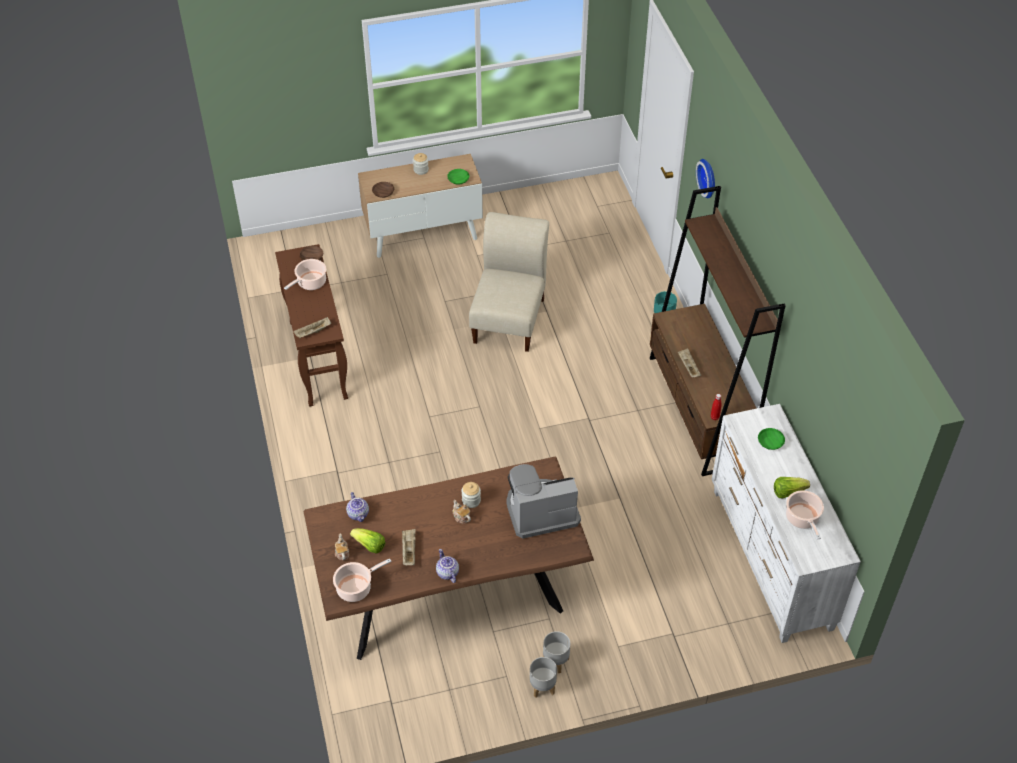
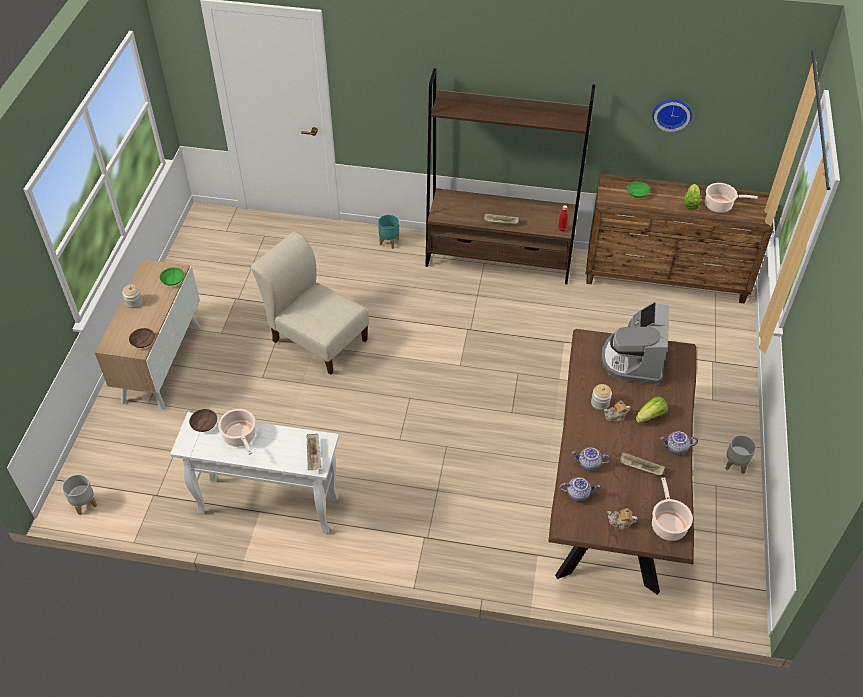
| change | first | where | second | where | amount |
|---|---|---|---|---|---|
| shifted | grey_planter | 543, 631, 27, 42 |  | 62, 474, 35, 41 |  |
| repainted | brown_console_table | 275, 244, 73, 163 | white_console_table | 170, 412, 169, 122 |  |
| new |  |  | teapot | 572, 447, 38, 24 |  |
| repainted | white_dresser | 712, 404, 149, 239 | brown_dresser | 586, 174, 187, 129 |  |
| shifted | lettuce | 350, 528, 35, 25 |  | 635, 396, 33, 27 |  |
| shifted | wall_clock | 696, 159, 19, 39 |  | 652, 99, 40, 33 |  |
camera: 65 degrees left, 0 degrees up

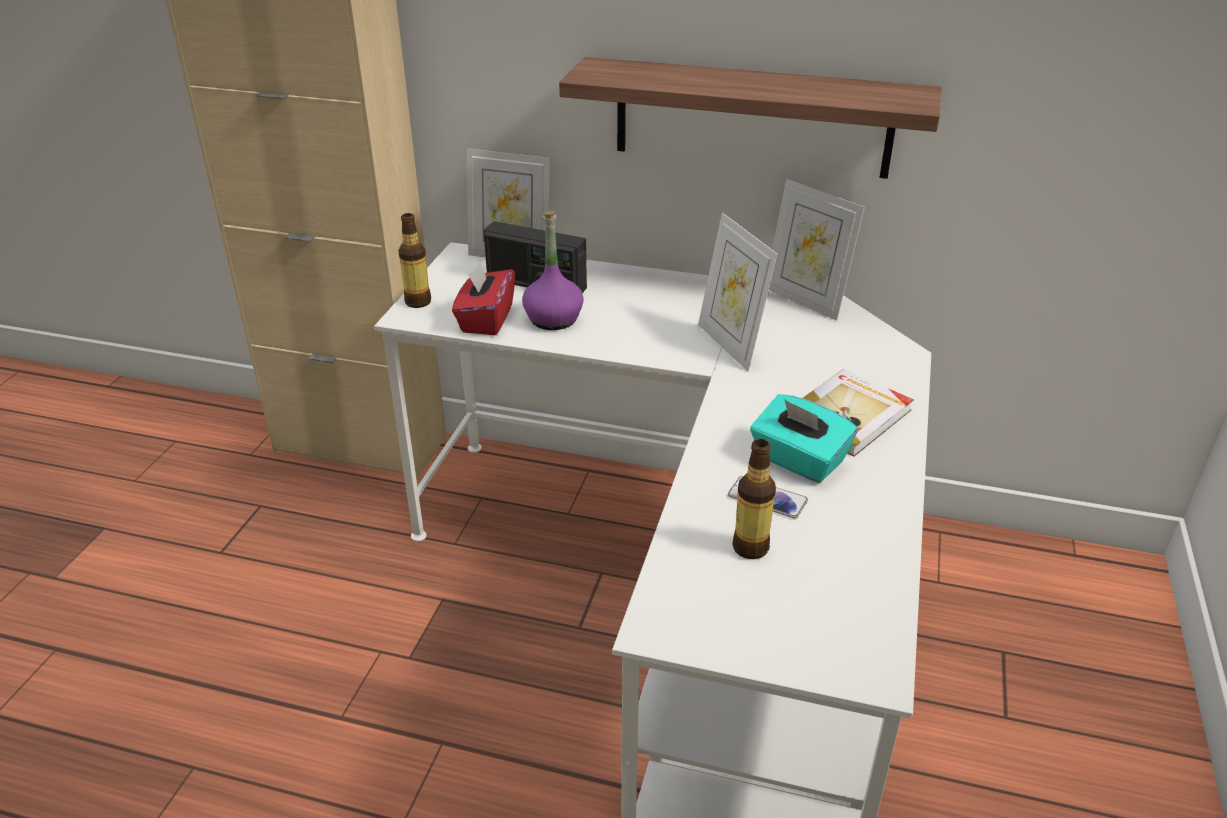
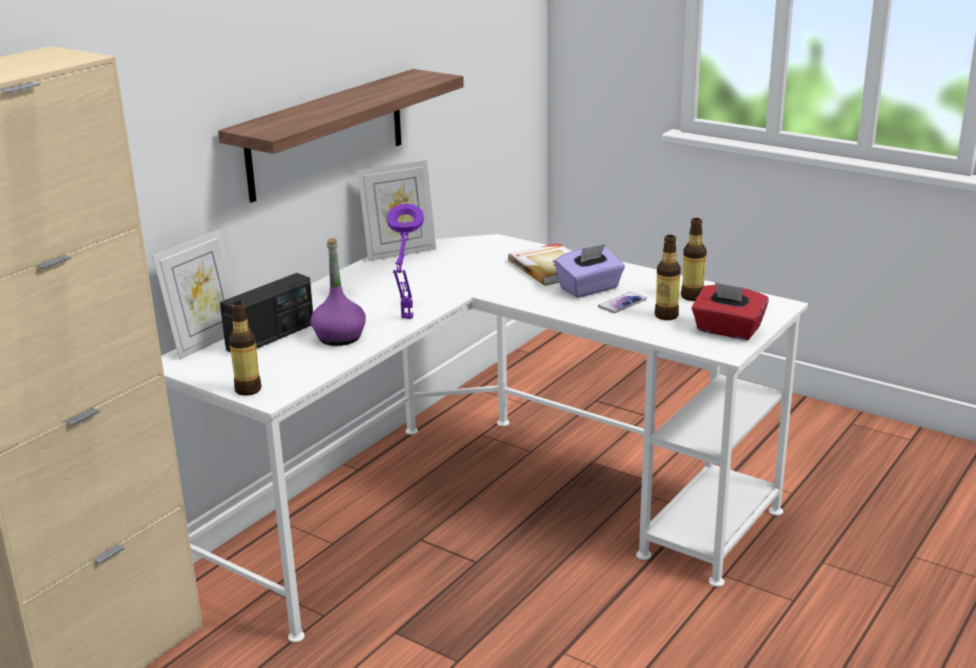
| change | first | where | second | where | amount |
|---|---|---|---|---|---|
| new |  |  | purple_table_lamp | 387, 204, 37, 115 |  |
| repainted | turquoise_tissue_box | 750, 394, 107, 89 | purple_tissue_box | 554, 244, 71, 54 |  |
| new |  |  | bottle | 681, 218, 26, 83 |  |
| shifted | red_tissue_box | 452, 261, 63, 74 |  | 692, 282, 77, 58 |  |
| gone | picture_frame | 698, 213, 79, 158 |  |  |  |
camera: 70 degrees left, 10 degrees down

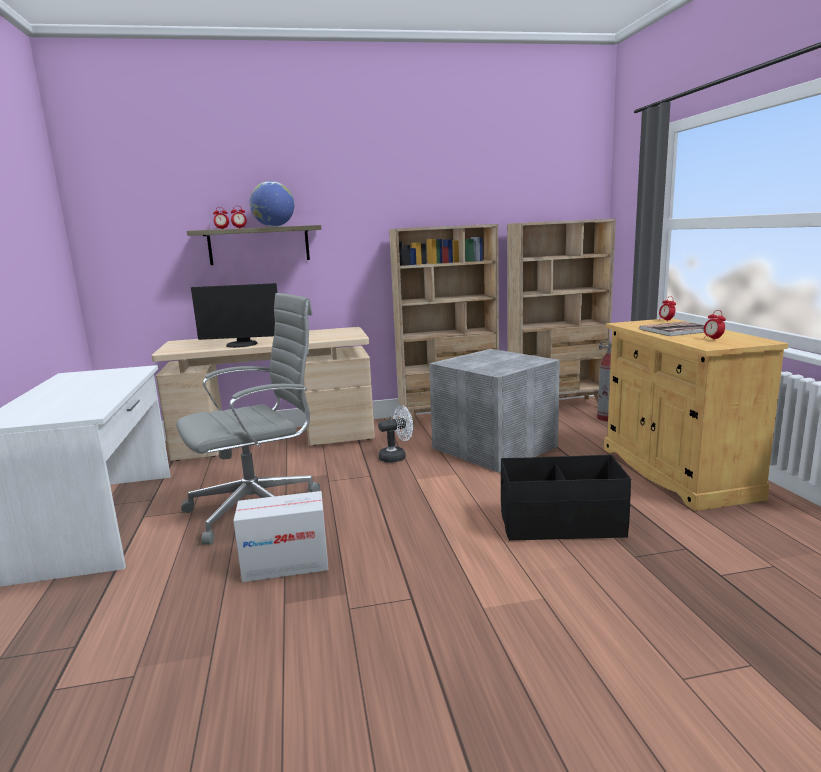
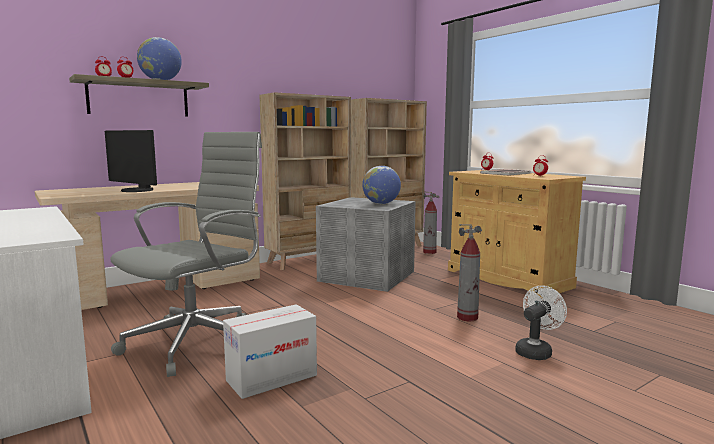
| change | first | where | second | where | amount |
|---|---|---|---|---|---|
| rotated | monitor | 191, 283, 86, 65 |  | 105, 130, 52, 62 | 60 degrees clockwise |
| new |  |  | globe | 362, 166, 39, 38 |  |
| swapped | black_storage_box | 501, 455, 130, 86 | fire_extinguisher | 457, 224, 25, 97 |  |
| shifted | white_fan | 378, 405, 35, 58 |  | 515, 286, 52, 74 |  |
camera: 25 degrees left, 5 degrees down

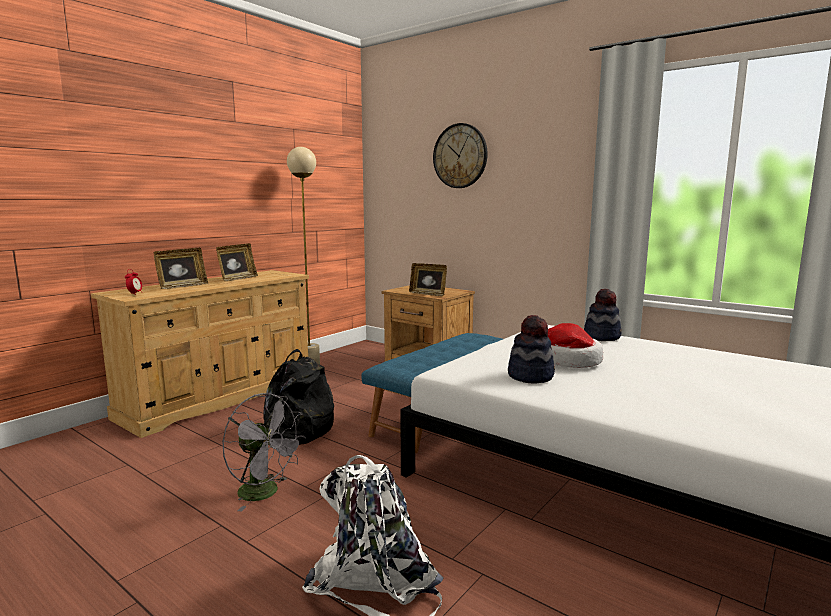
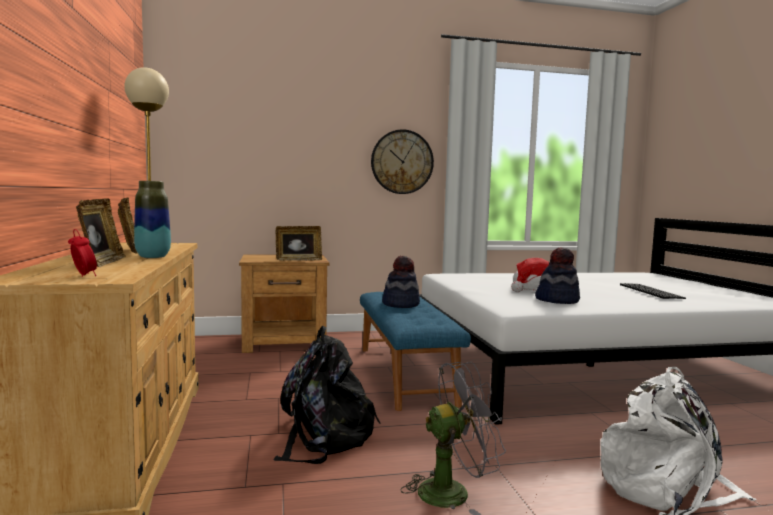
| change | first | where | second | where | amount |
|---|---|---|---|---|---|
| new |  |  | vase | 134, 181, 37, 77 |  |
| shifted | wall_clock | 433, 123, 55, 65 |  | 371, 129, 63, 65 |  |
| shifted | hat | 584, 288, 38, 53 |  | 382, 256, 38, 52 |  |
| new |  |  | keyboard | 620, 283, 66, 16 |  |
camera: 50 degrees left, 5 degrees down

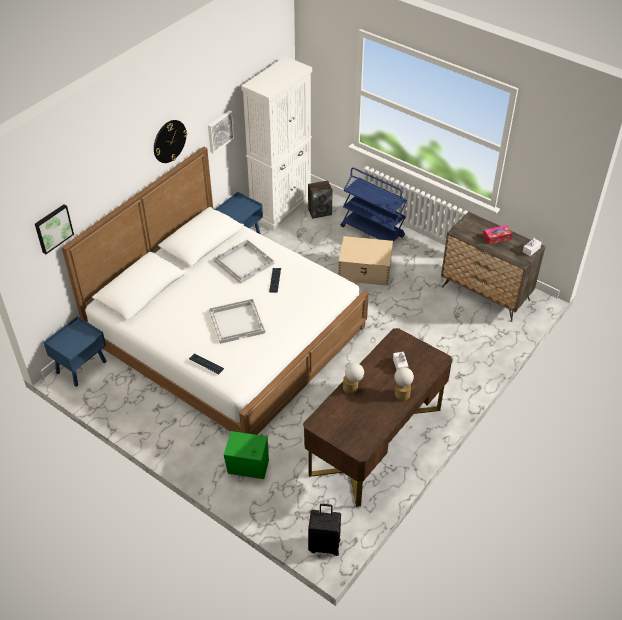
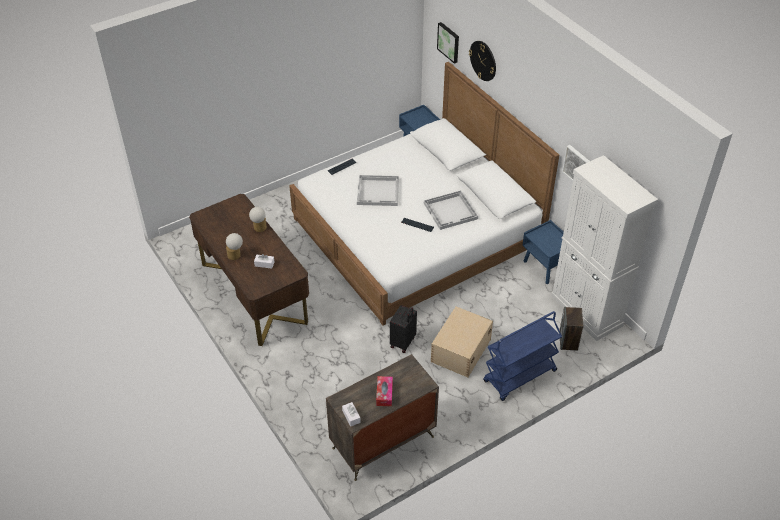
| change | first | where | second | where | amount |
|---|---|---|---|---|---|
| shifted | black_suitcase | 308, 504, 33, 52 |  | 390, 305, 27, 48 |  |
| shifted | wall_clock | 154, 120, 33, 43 |  | 469, 41, 27, 40 |  |
| gone | green_speaker | 224, 430, 45, 49 |  |  |  |
camera: 110 degrees right, 0 degrees up

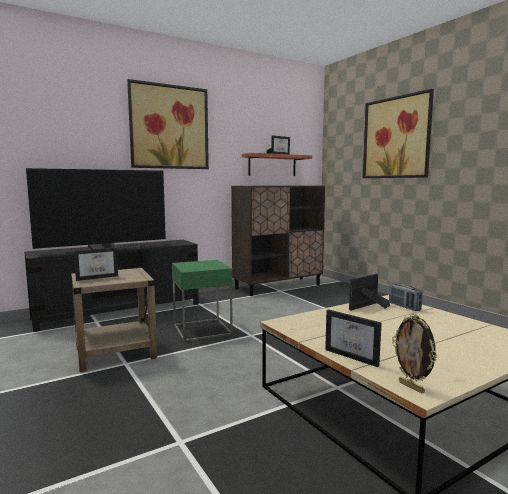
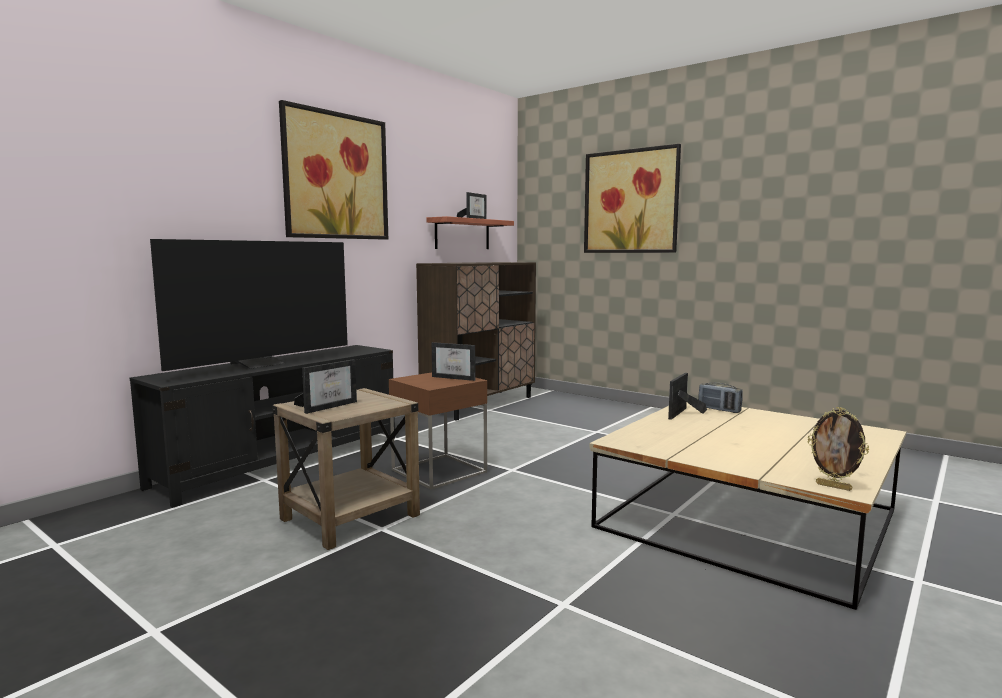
| change | first | where | second | where | amount |
|---|---|---|---|---|---|
| repainted | green_side_table | 172, 260, 61, 82 | brown_side_table | 389, 372, 98, 117 |  |
| shifted | picture_frame | 325, 309, 57, 58 |  | 432, 342, 44, 39 |  |
camera: 20 degrees left, 0 degrees up

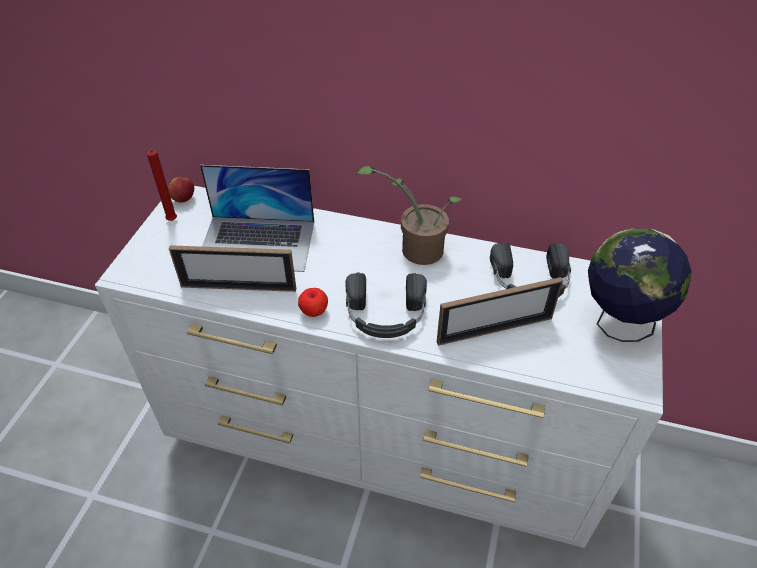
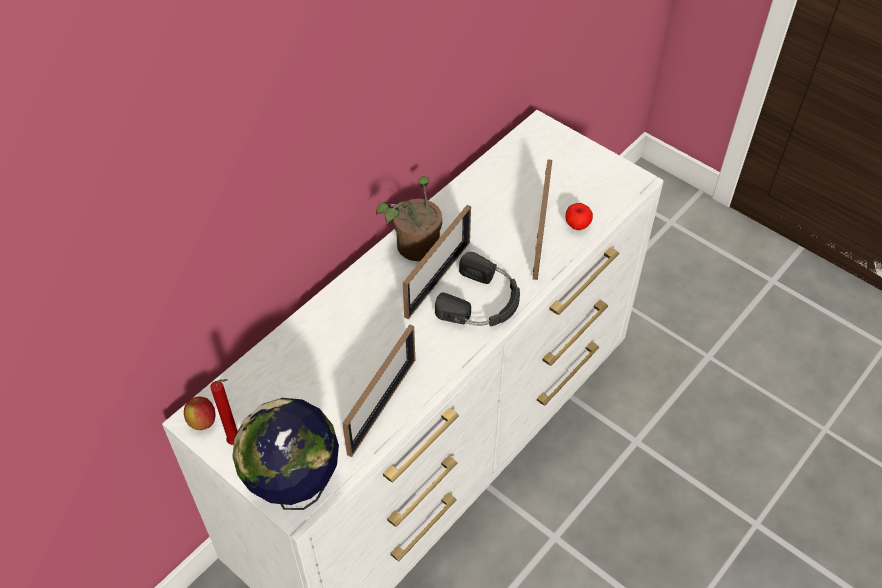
| change | first | where | second | where | amount |
|---|---|---|---|---|---|
| shifted | globe | 588, 228, 104, 114 |  | 232, 398, 107, 112 |  |
| new |  |  | picture_frame | 403, 205, 68, 114 |  |
| shifted | apple | 298, 288, 30, 29 |  | 566, 203, 27, 27 |  |
| gone | laptop | 200, 165, 114, 107 |  |  |  |
| gone | black_headphones | 490, 242, 81, 55 |  |  |  |
camera: 65 degrees left, 5 degrees up

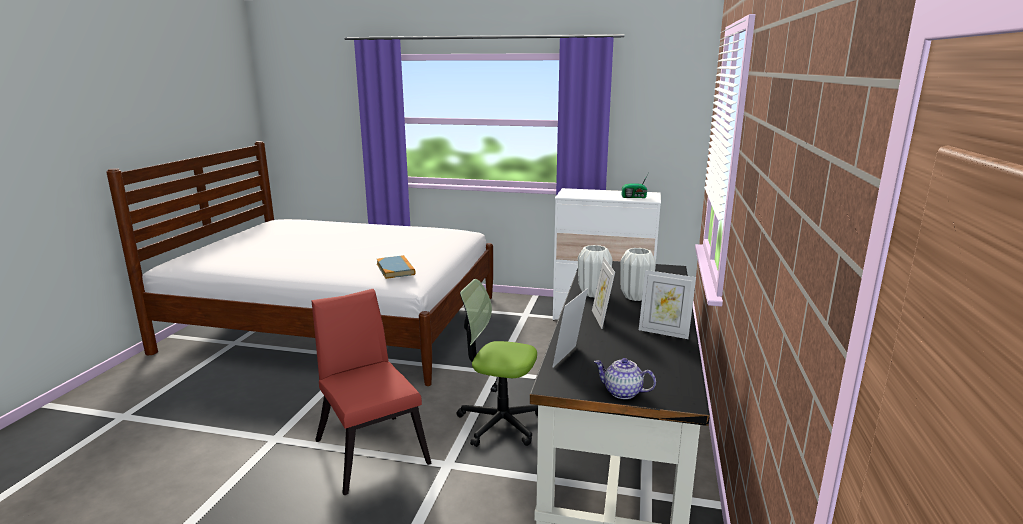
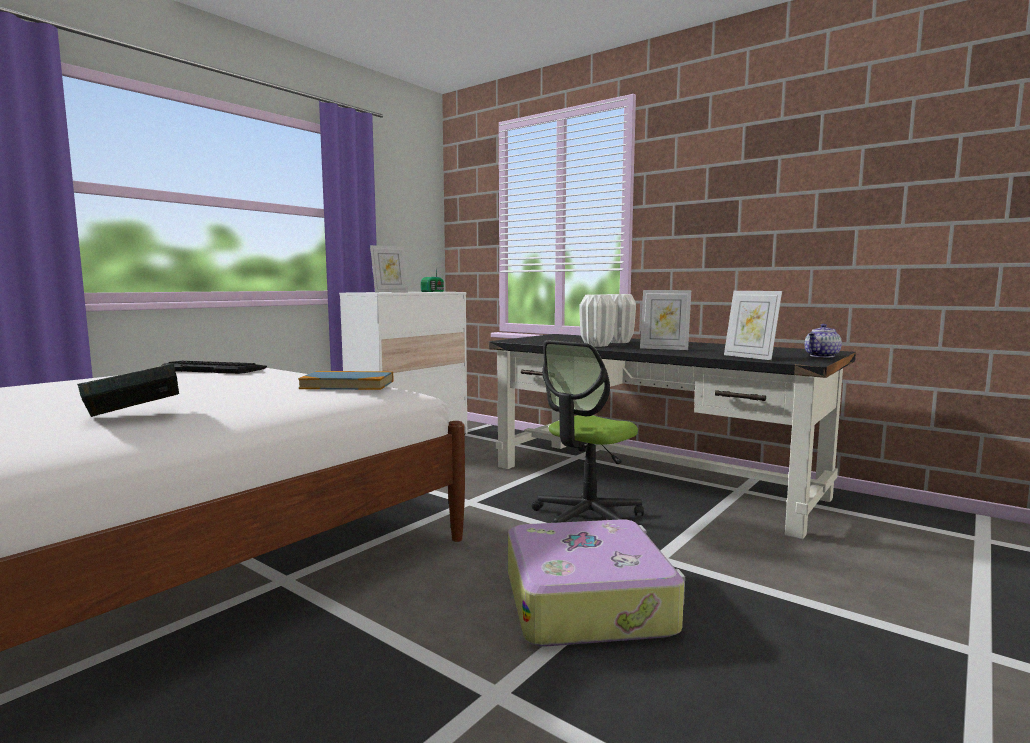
| change | first | where | second | where | amount |
|---|---|---|---|---|---|
| new |  |  | book | 77, 364, 102, 53 |  |
| new |  |  | keyboard | 161, 361, 106, 13 |  |
| shifted | picture_frame | 639, 270, 57, 69 |  | 370, 245, 38, 47 |  |
| swapped | red_chair | 311, 289, 121, 206 | suitcase | 508, 519, 177, 127 |  |
camera: 65 degrees left, 10 degrees down

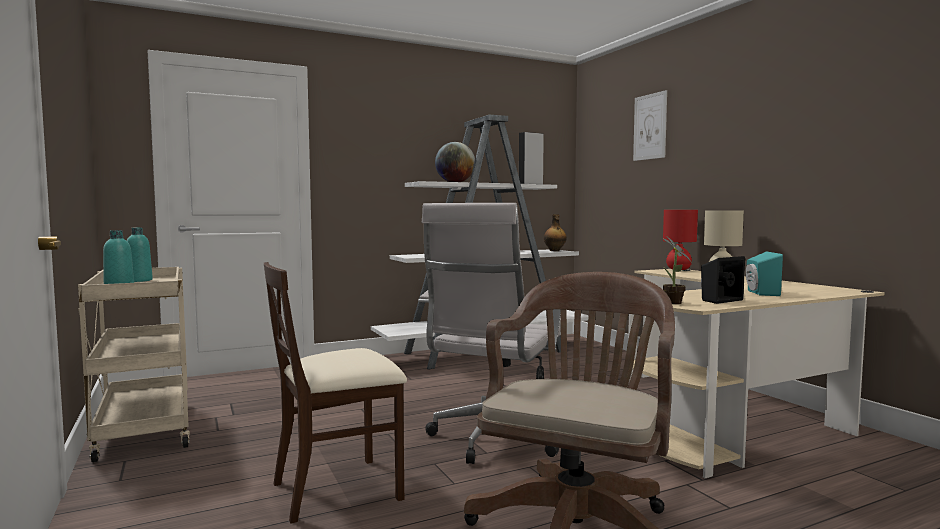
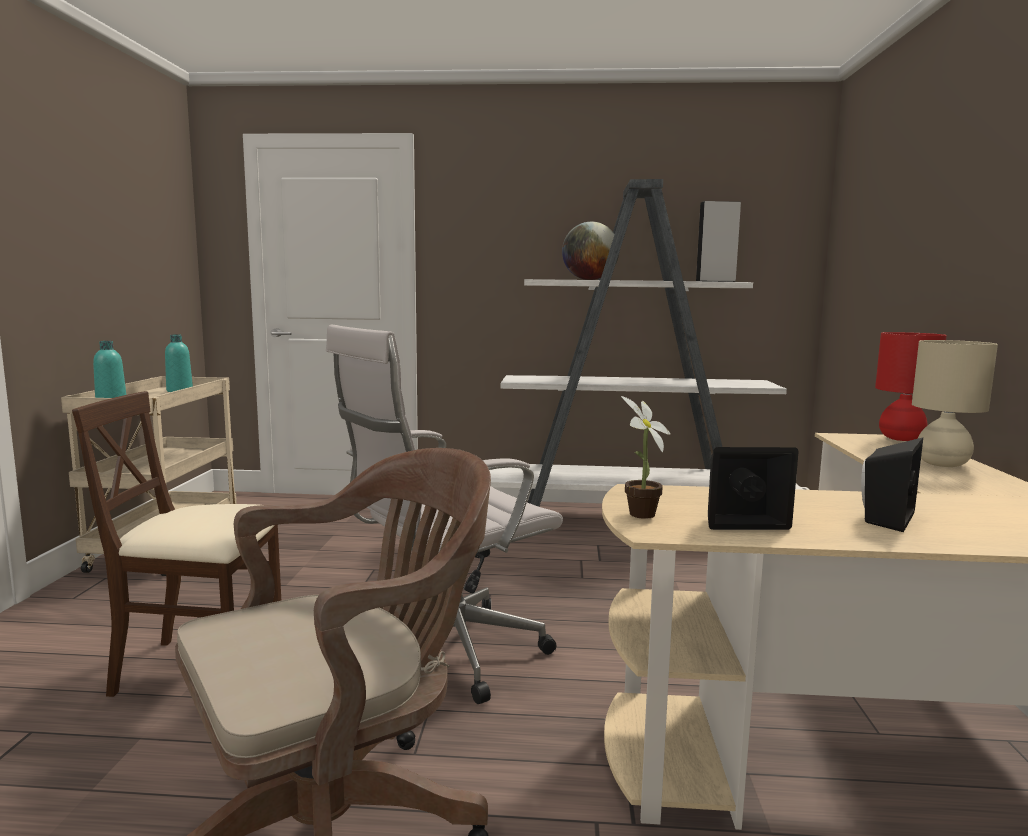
| change | first | where | second | where | amount |
|---|---|---|---|---|---|
| repainted | turquoise_speaker | 746, 251, 37, 45 | black_speaker | 861, 437, 62, 95 |  |
| gone | bottle | 544, 214, 23, 37 |  |  |  |
| gone | picture | 633, 90, 34, 71 |  |  |  |
camera: 30 degrees right, 5 degrees up

